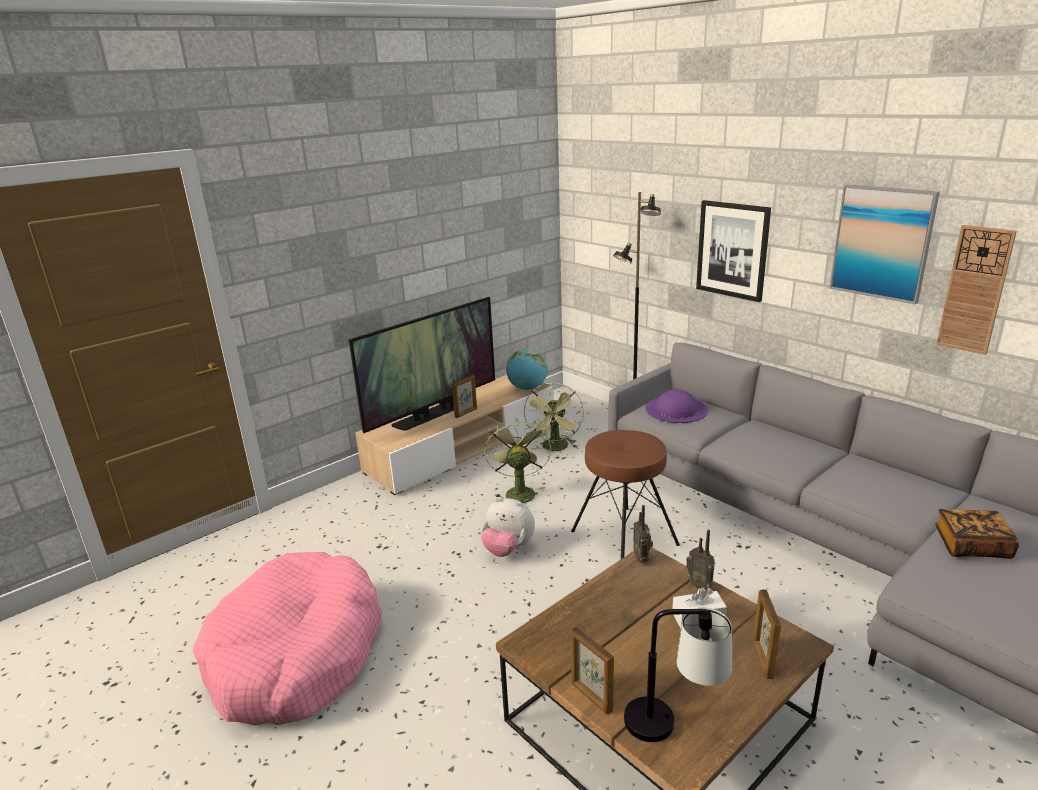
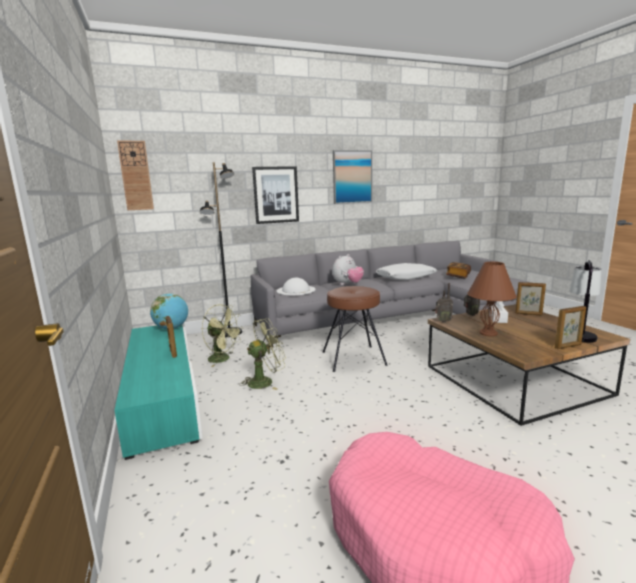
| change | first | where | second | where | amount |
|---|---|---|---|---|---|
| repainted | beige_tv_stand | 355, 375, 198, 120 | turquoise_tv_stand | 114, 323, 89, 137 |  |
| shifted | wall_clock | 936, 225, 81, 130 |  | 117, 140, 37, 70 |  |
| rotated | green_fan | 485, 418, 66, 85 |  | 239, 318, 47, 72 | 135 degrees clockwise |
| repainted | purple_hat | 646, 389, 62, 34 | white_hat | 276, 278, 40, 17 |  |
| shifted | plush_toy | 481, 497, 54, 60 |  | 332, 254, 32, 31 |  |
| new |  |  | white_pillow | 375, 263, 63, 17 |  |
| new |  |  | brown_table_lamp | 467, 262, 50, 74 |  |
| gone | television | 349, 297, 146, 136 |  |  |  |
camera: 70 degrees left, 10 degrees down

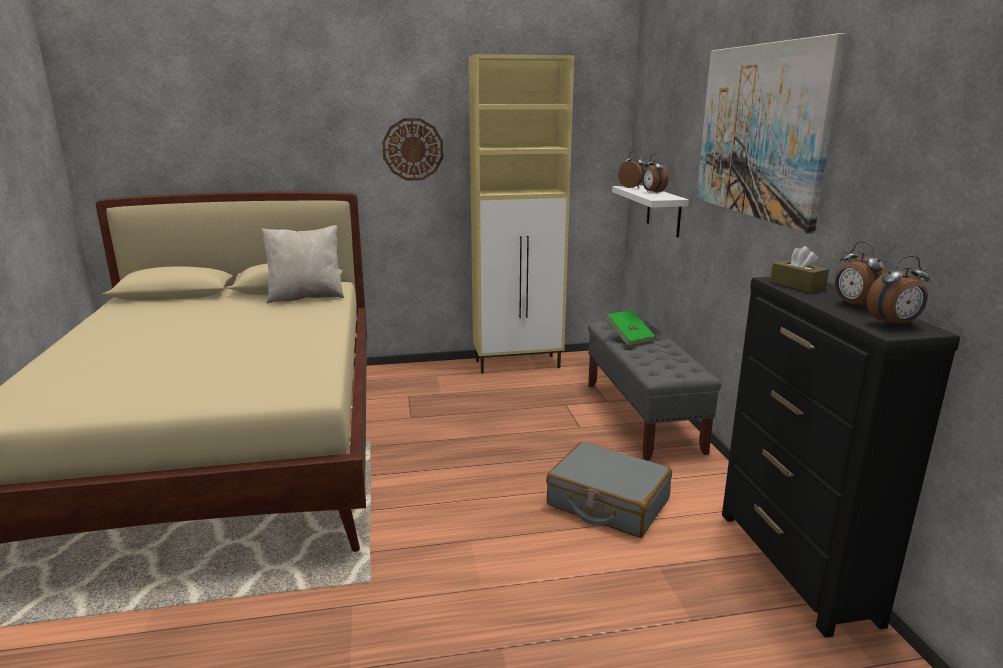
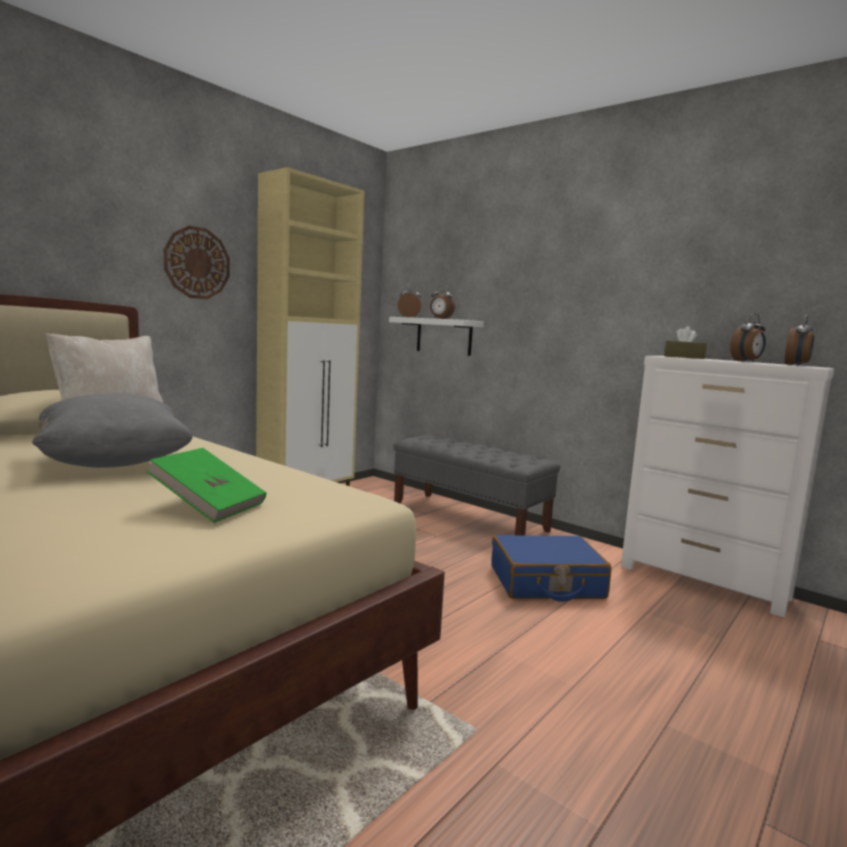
| change | first | where | second | where | amount |
|---|---|---|---|---|---|
| new |  |  | grey_pillow | 32, 393, 161, 75 |  |
| shifted | green_book | 605, 310, 50, 36 |  | 146, 448, 120, 75 |  |
| repainted | grey_suitcase | 546, 442, 126, 96 | blue_suitcase | 491, 535, 121, 67 |  |
| repainted | black_dresser | 722, 277, 238, 361 | white_dresser | 621, 356, 213, 261 |  |
| rotated | alarm_clock | 835, 242, 53, 67 |  | 730, 314, 36, 48 | 60 degrees counterclockwise |
| gone | picture | 696, 33, 150, 201 |  |  |  |
camera: 40 degrees left, 10 degrees down

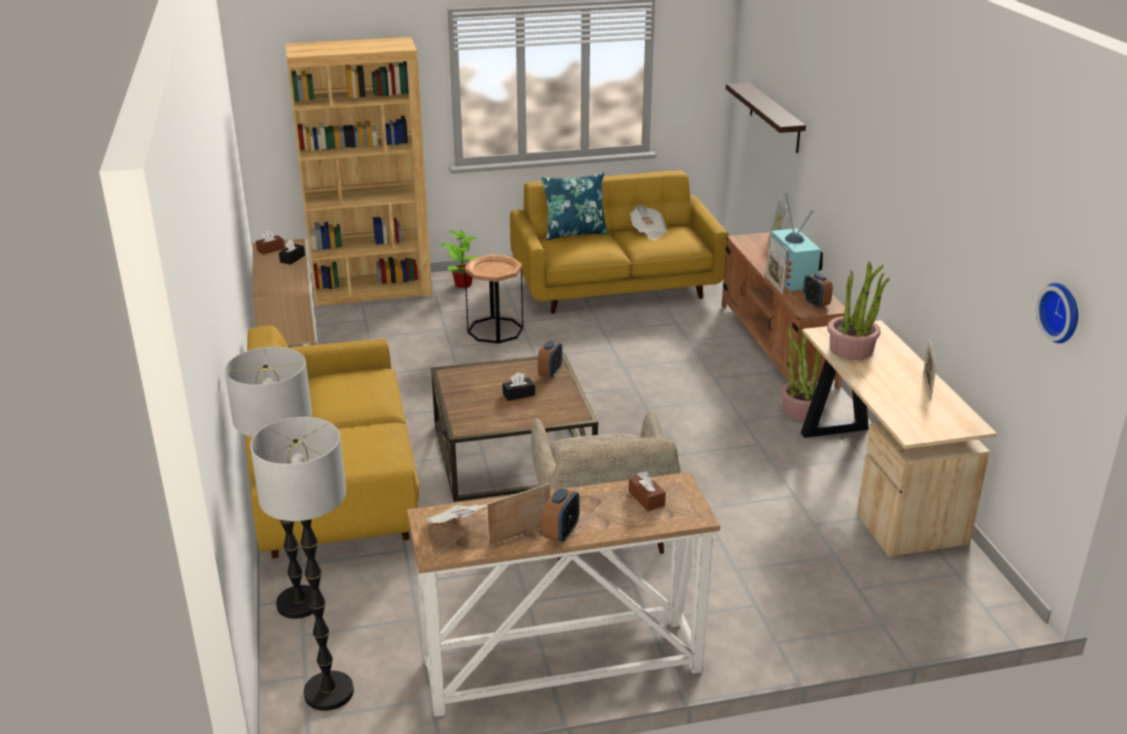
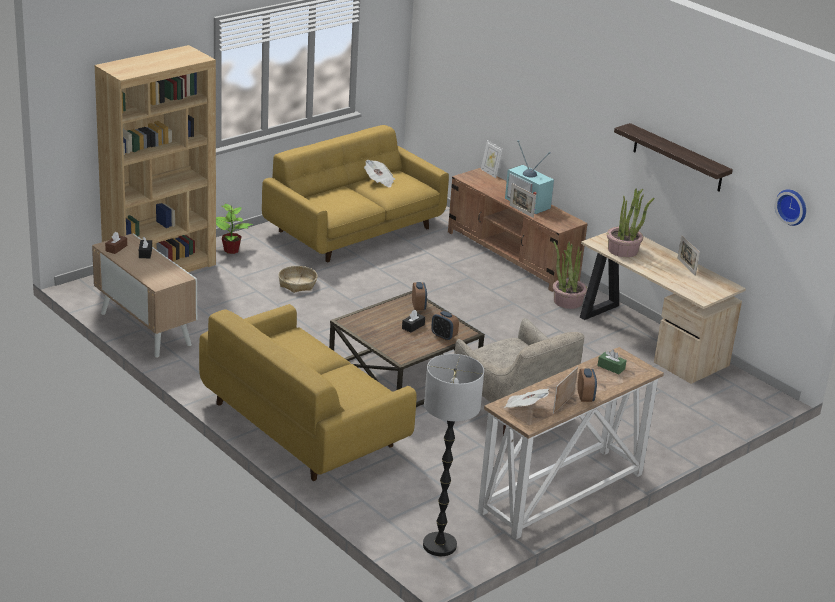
| change | first | where | second | where | amount |
|---|---|---|---|---|---|
| swapped | brown_side_table | 465, 254, 58, 90 | basket | 278, 266, 40, 27 |  |
| shifted | alarm_clock | 803, 273, 30, 35 |  | 431, 311, 28, 30 |  |
| repainted | brown_tissue_box | 629, 472, 37, 39 | green_tissue_box | 597, 350, 30, 24 |  |
| shifted | shelf | 726, 83, 80, 70 |  | 614, 123, 119, 69 |  |
| gone | floor_lamp | 224, 347, 89, 272 |  |  |  |
| gone | blue_pillow | 541, 172, 67, 68 |  |  |  |
camera: 30 degrees left, 0 degrees up

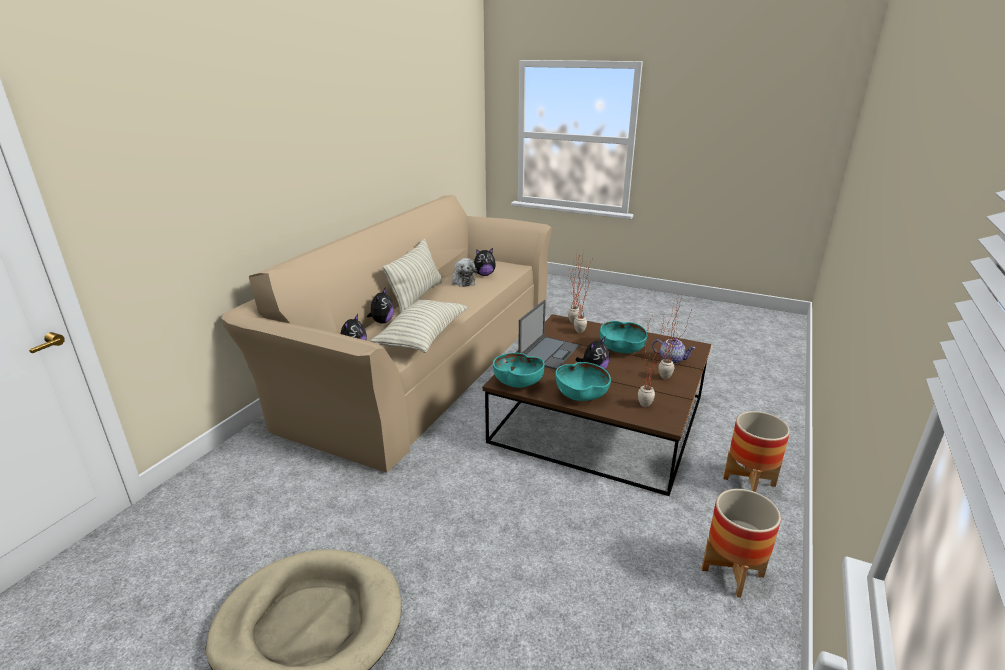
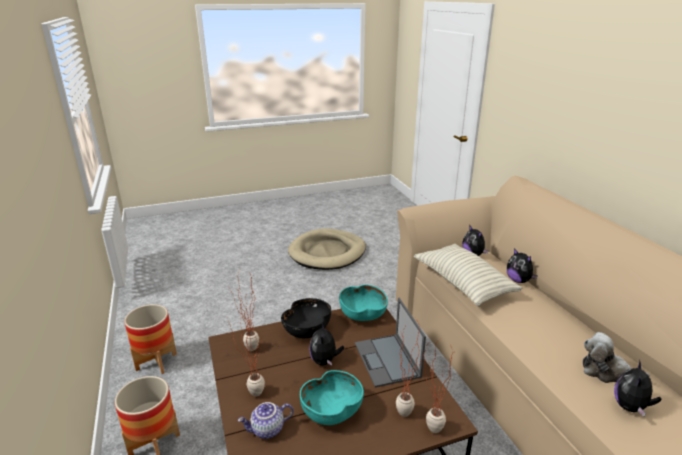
| change | first | where | second | where | amount |
|---|---|---|---|---|---|
| repainted | turquoise_bowl | 555, 362, 56, 39 | black_bowl | 281, 298, 50, 40 |  |
| gone | pillow | 382, 239, 60, 73 |  |  |  |
camera: 135 degrees right, 0 degrees up

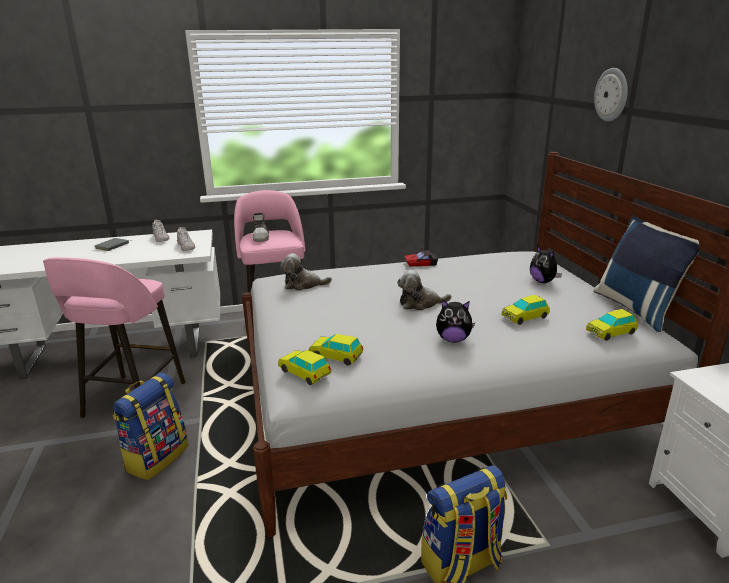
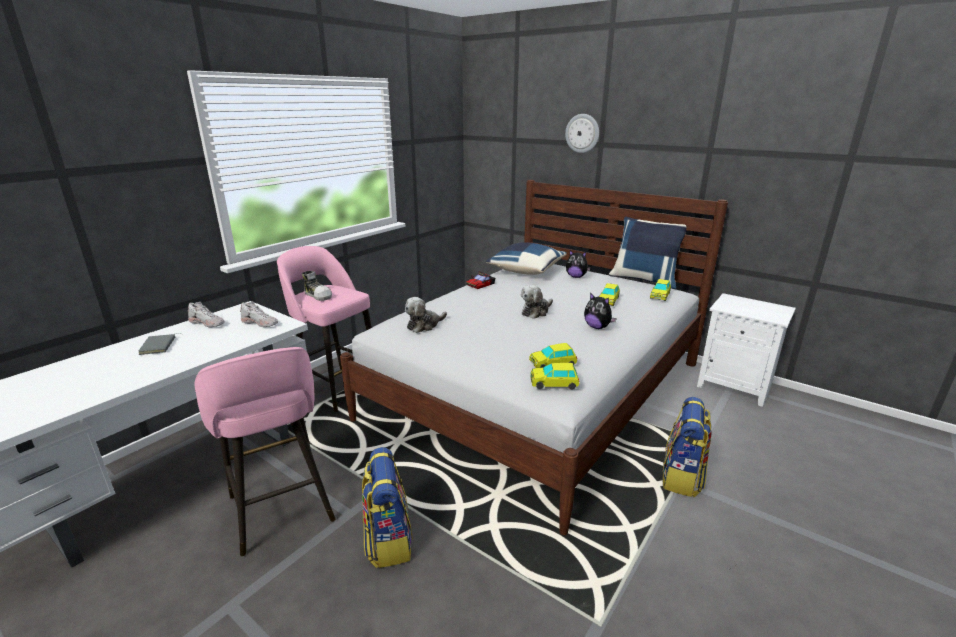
| change | first | where | second | where | amount |
|---|---|---|---|---|---|
| new |  |  | blue_pillow | 486, 242, 81, 33 |  |
| rotated | plush_toy | 436, 300, 39, 43 |  | 584, 293, 33, 36 | 75 degrees clockwise |
camera: 40 degrees left, 0 degrees up

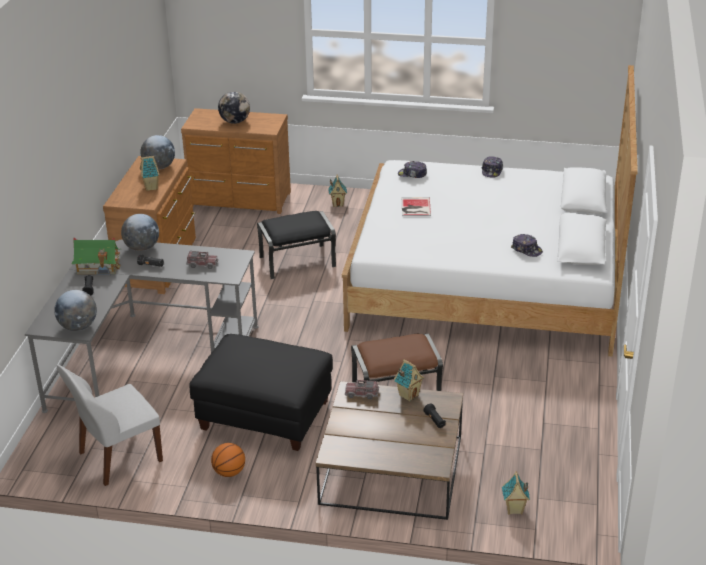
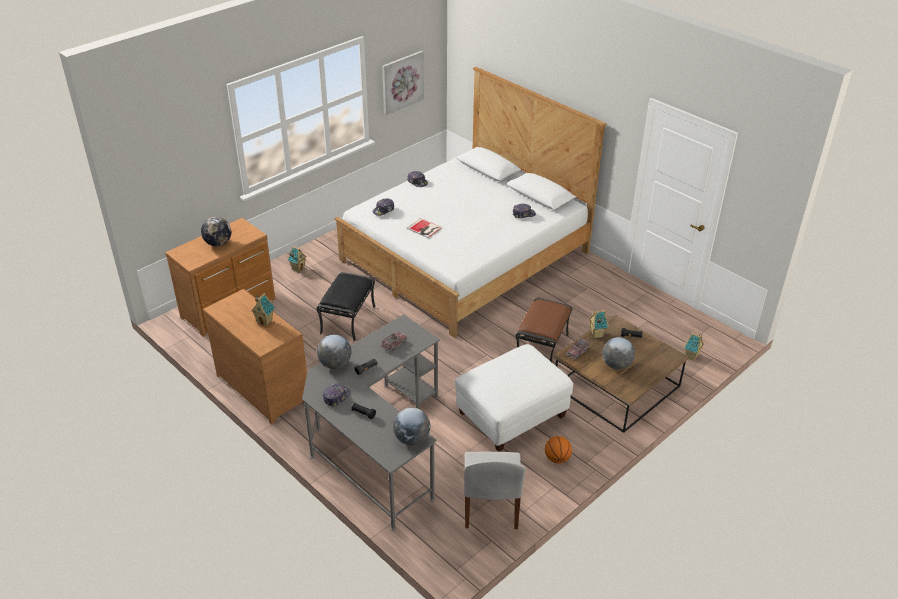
| change | first | where | second | where | amount |
|---|---|---|---|---|---|
| swapped | toy_house | 72, 237, 49, 39 | cap | 323, 383, 28, 24 |  |
| new |  |  | picture | 382, 51, 42, 64 |  |
| repainted | black_ottoman | 189, 334, 144, 117 | white_ottoman | 455, 344, 118, 108 |  |
| shifted | globe | 141, 135, 34, 35 |  | 602, 337, 33, 33 |  |
camera: 55 degrees left, 5 degrees up

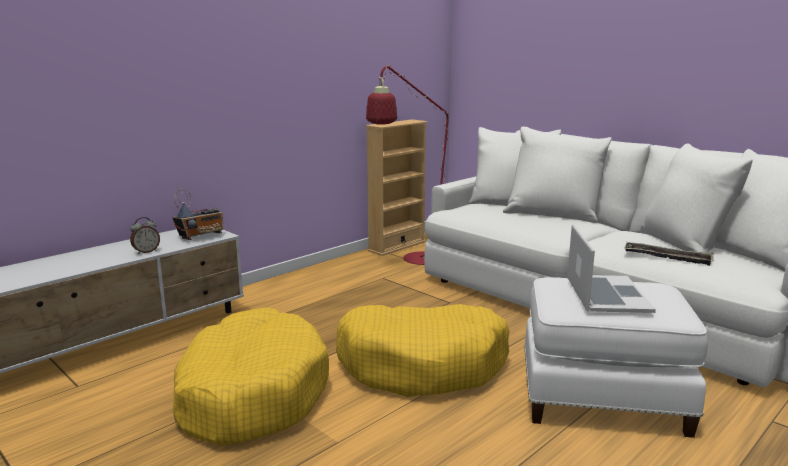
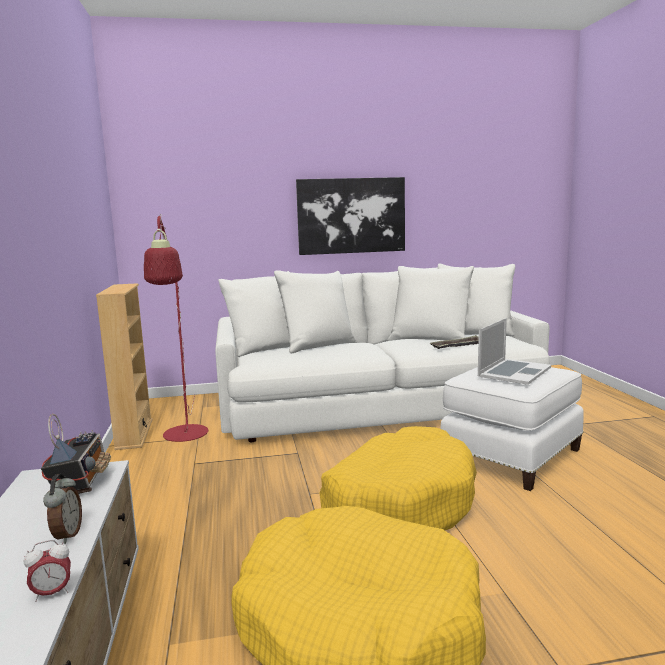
| change | first | where | second | where | amount |
|---|---|---|---|---|---|
| new |  |  | alarm_clock | 24, 540, 47, 62 |  |
| new |  |  | picture | 296, 177, 109, 78 |  |
| rotated | laptop | 567, 224, 89, 89 |  | 478, 318, 73, 67 | 90 degrees clockwise |
camera: 55 degrees left, 5 degrees down

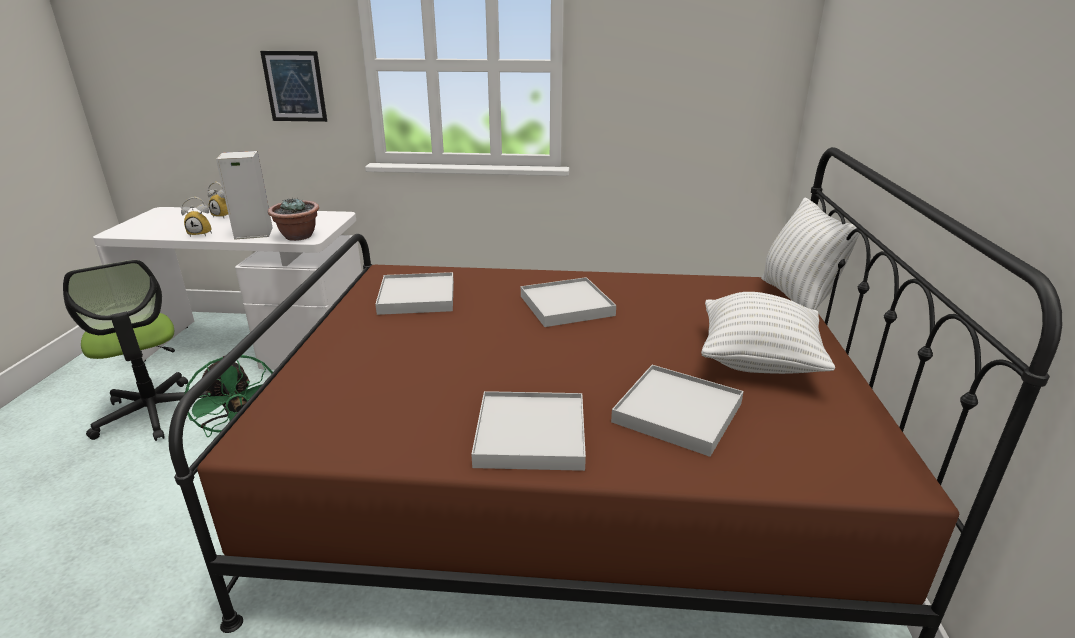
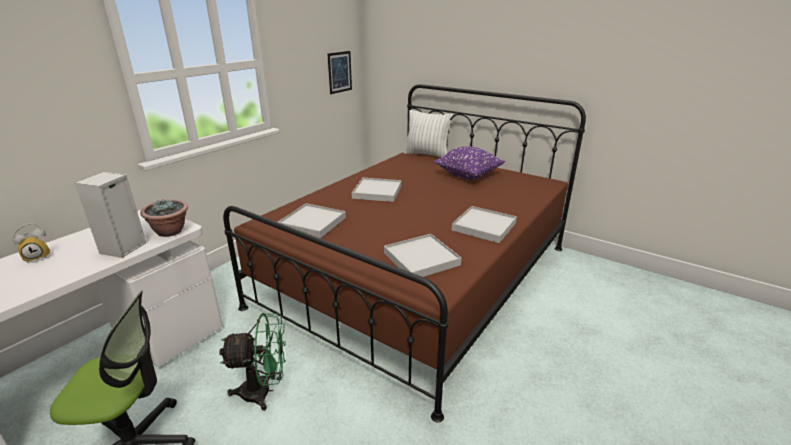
| change | first | where | second | where | amount |
|---|---|---|---|---|---|
| shifted | picture | 260, 51, 67, 71 |  | 327, 51, 25, 43 |  |
| shifted | white_tray | 611, 365, 133, 92 |  | 384, 234, 78, 43 |  |
| repainted | white_pillow | 701, 292, 134, 82 | purple_pillow | 433, 147, 72, 33 |  |
| gone | alarm_clock | 181, 197, 31, 40 |  |  |  |
camera: 60 degrees left, 0 degrees up

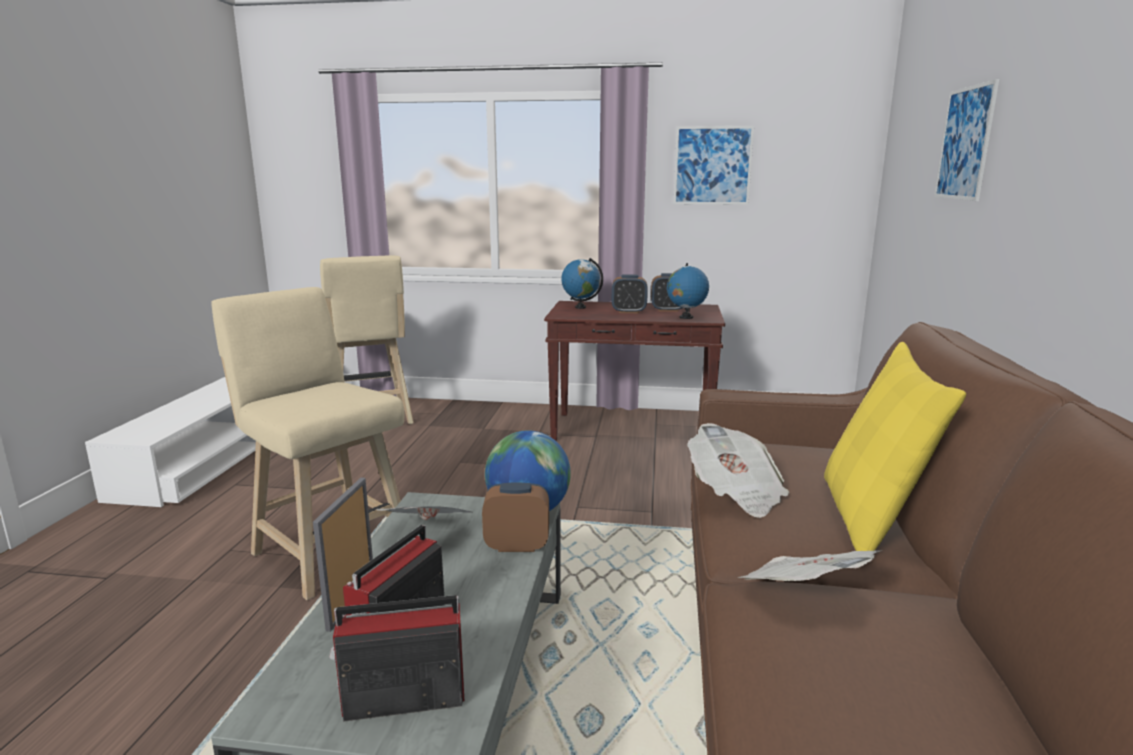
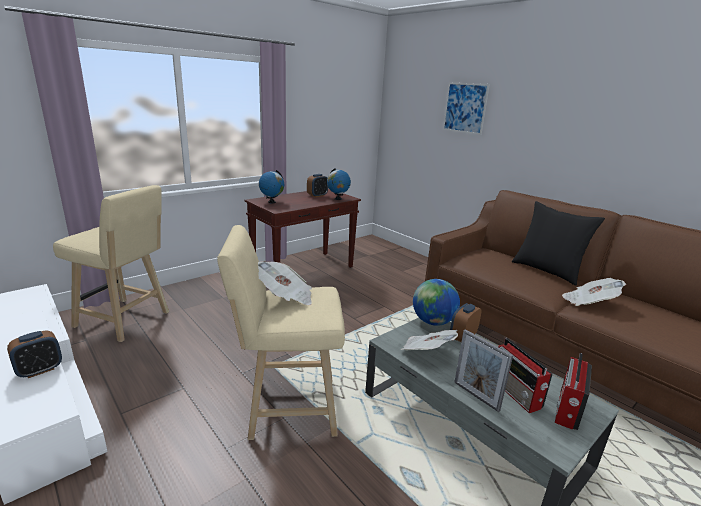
| change | first | where | second | where | amount |
|---|---|---|---|---|---|
| shifted | alarm_clock | 612, 274, 36, 39 |  | 7, 330, 55, 48 |  |
| shifted | newspaper | 687, 423, 102, 95 |  | 258, 261, 54, 44 |  |
| repainted | yellow_pillow | 824, 342, 142, 209 | black_pillow | 512, 201, 93, 84 |  |
| gone | picture | 673, 126, 81, 79 |  |  |  |
camera: 50 degrees left, 5 degrees up

